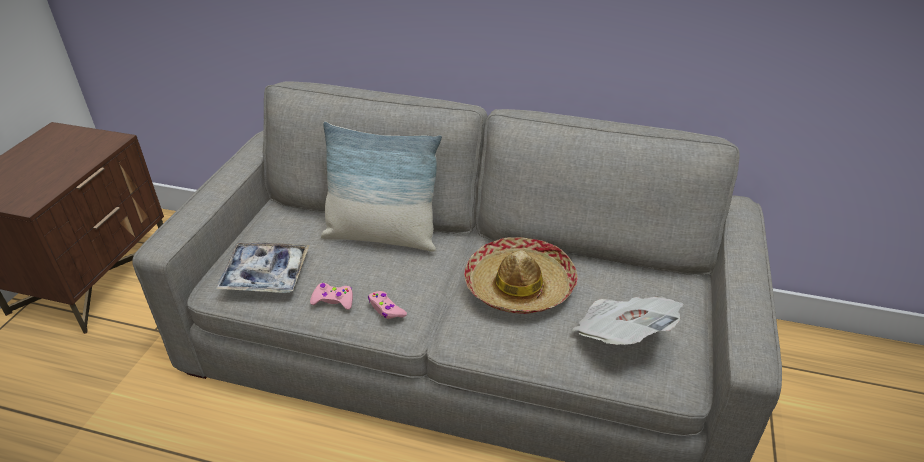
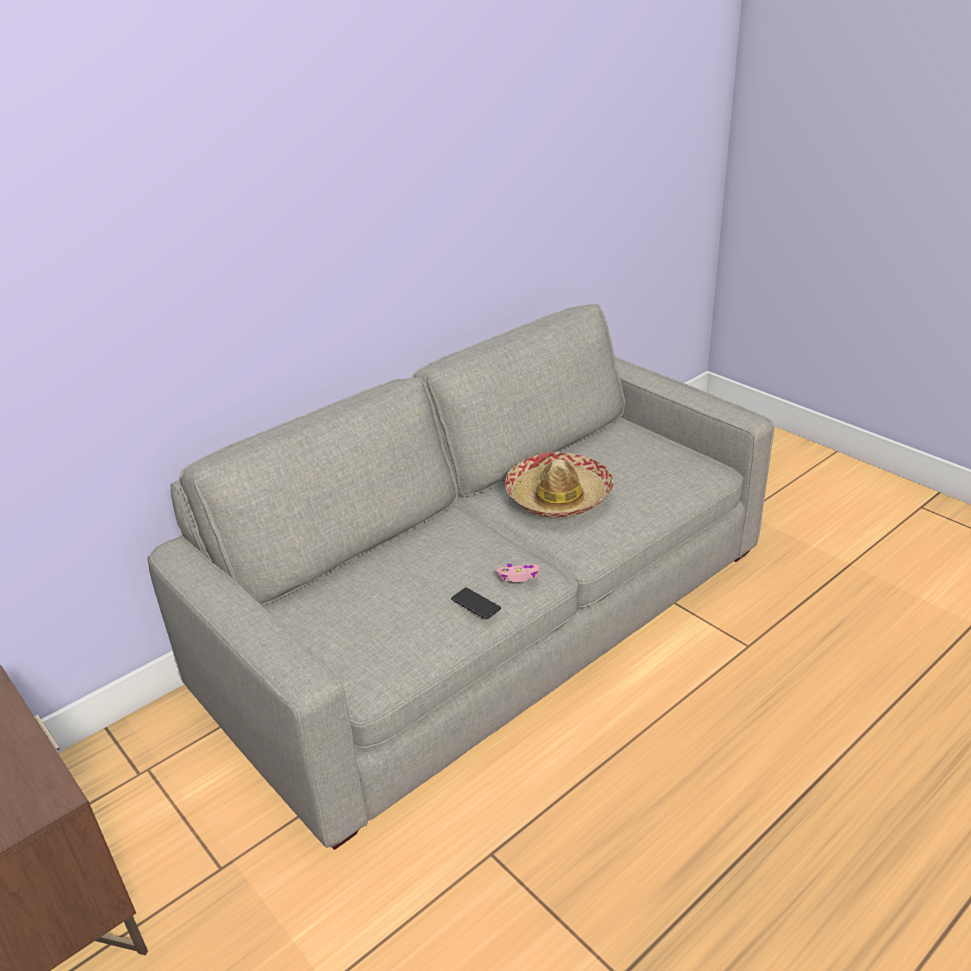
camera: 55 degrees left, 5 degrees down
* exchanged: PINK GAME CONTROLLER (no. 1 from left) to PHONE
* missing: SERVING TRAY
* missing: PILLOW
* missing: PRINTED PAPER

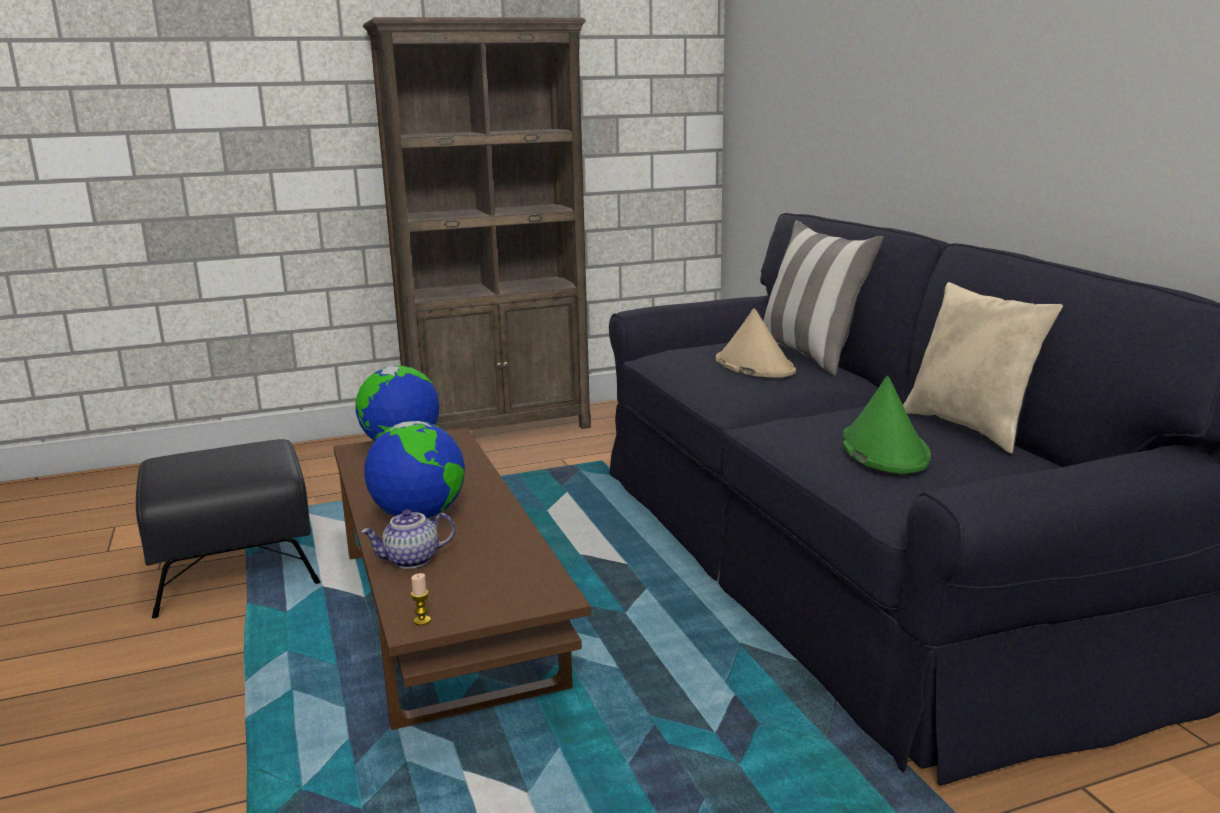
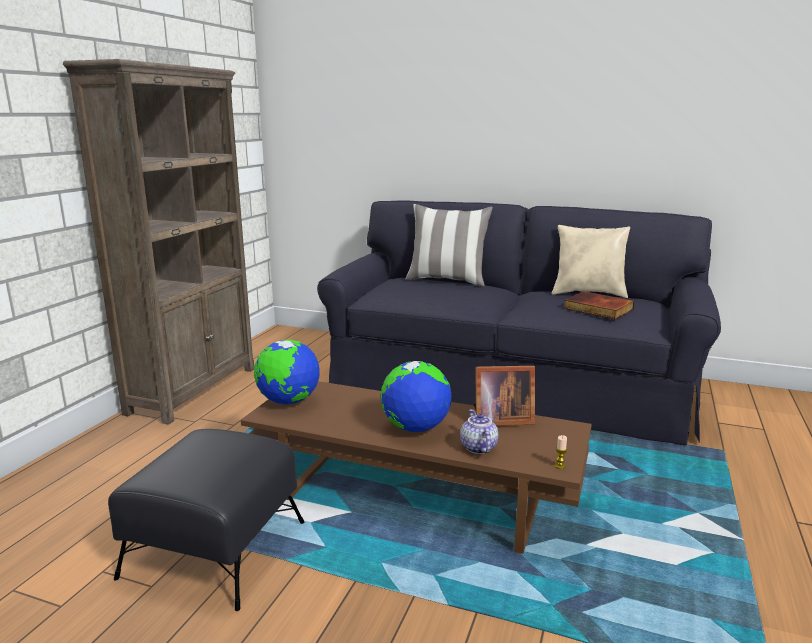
camera: 50 degrees left, 0 degrees up
* spun: TEA POT 150 degrees clockwise
* appeared: STANDING FRAME
* exchanged: GREEN-COLOURED HAT to BOOK
* missing: BEIGE-COLOURED HAT

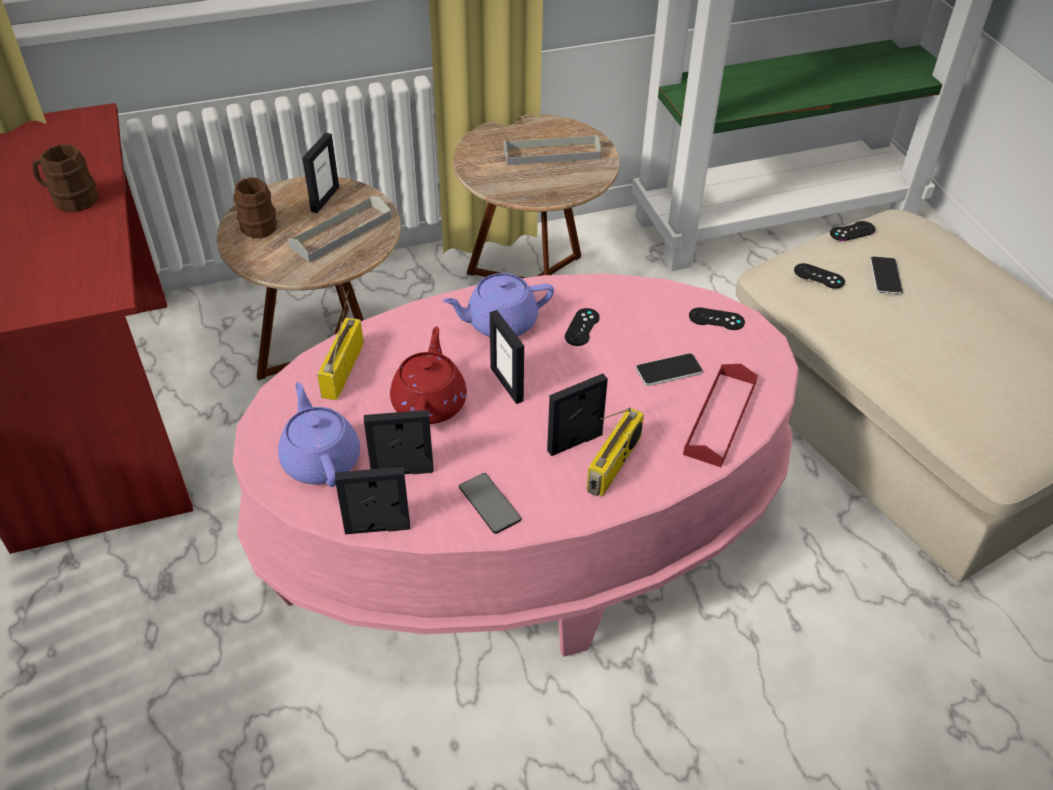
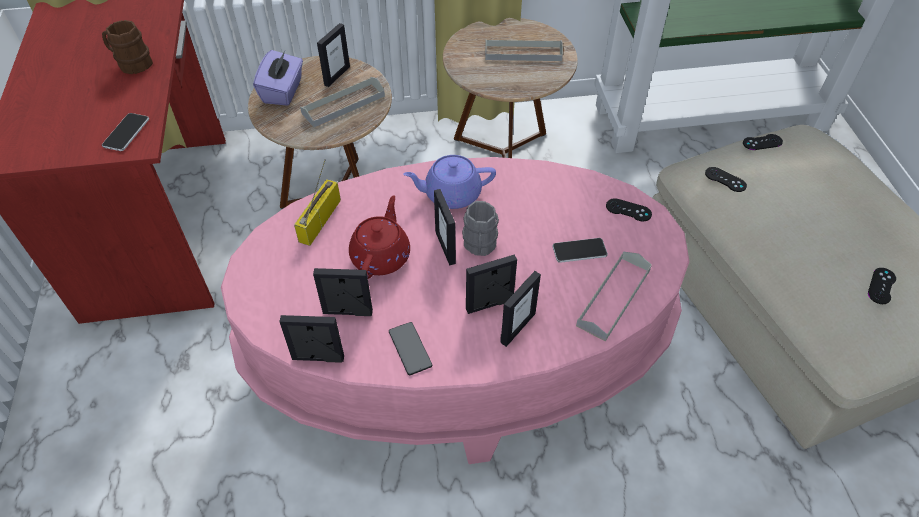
camera: 10 degrees right, 5 degrees up
* relocated: PHONE (no. 3 from left in the first image) to PHONE (no. 1 from left)
* exchanged: BROWN-COLOURED COFFEE MUG (no. 2 from left) to PURPLE-COLOURED BOX OF TISSUES
* appeared: GREYISH COFFEE MUG
* exchanged: RADIO (no. 2 from left) to STANDING FRAME (no. 6 from left)
* colour: REDDISH SERVING TRAY to GREYISH SERVING TRAY (no. 3 from left)
* relocated: BLACKISH GAME CONTROLLER (no. 1 from left in the first image) to BLACKISH GAME CONTROLLER (no. 4 from left)
* missing: PURPLE-COLOURED TEA POT (no. 1 from left)

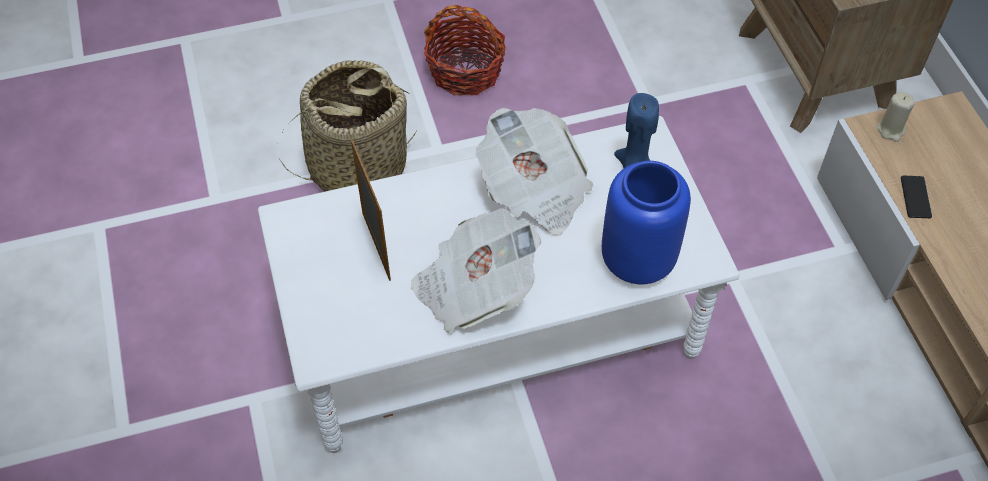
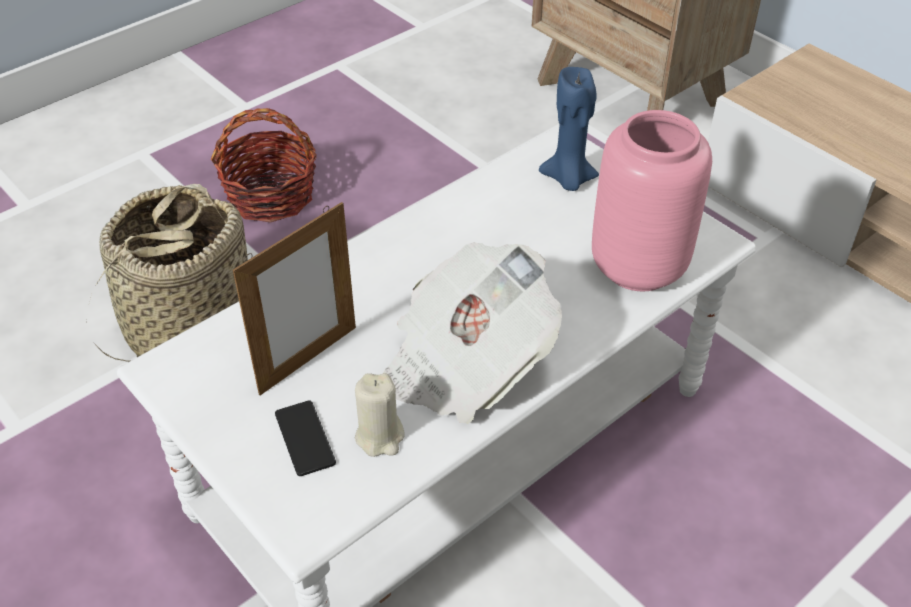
camera: 25 degrees left, 10 degrees down
* spun: STANDING FRAME 90 degrees clockwise
* relocated: PHONE
* relocated: BEIGE-COLOURED WAX CANDLE
* colour: BLUE-COLOURED FLOWER VASE to PINK FLOWER VASE
* missing: PRINTED PAPER (no. 2 from left)

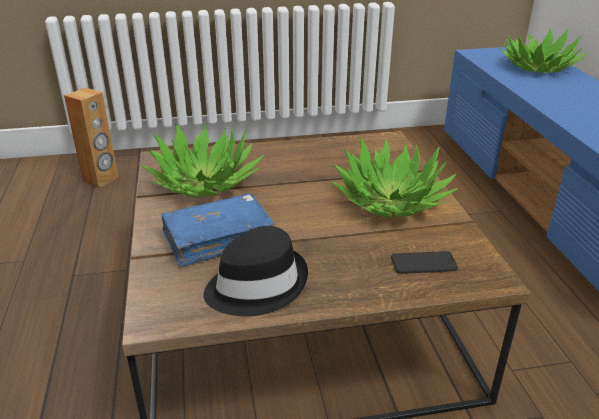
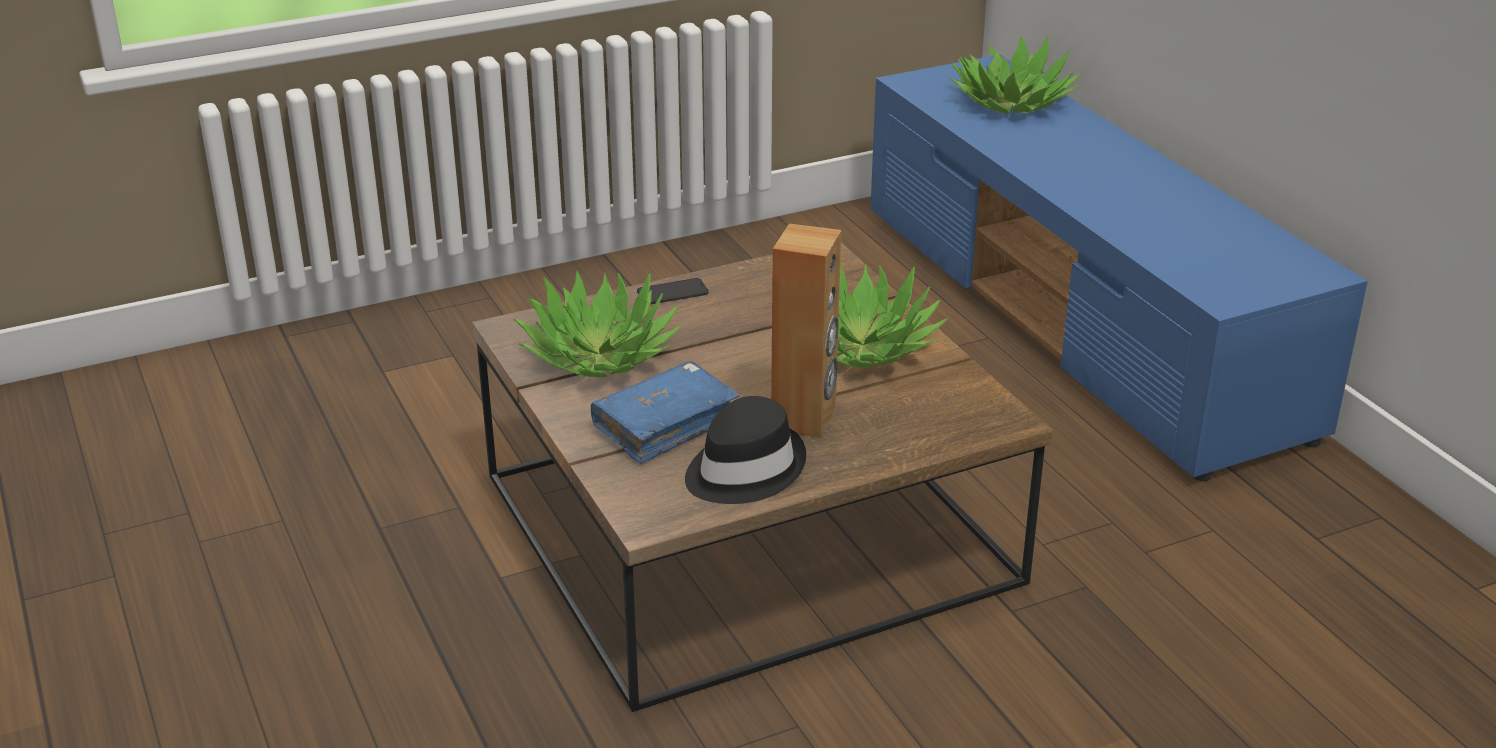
camera: 15 degrees left, 0 degrees up
* relocated: PHONE
* relocated: BROWN-COLOURED AUDIO SPEAKER

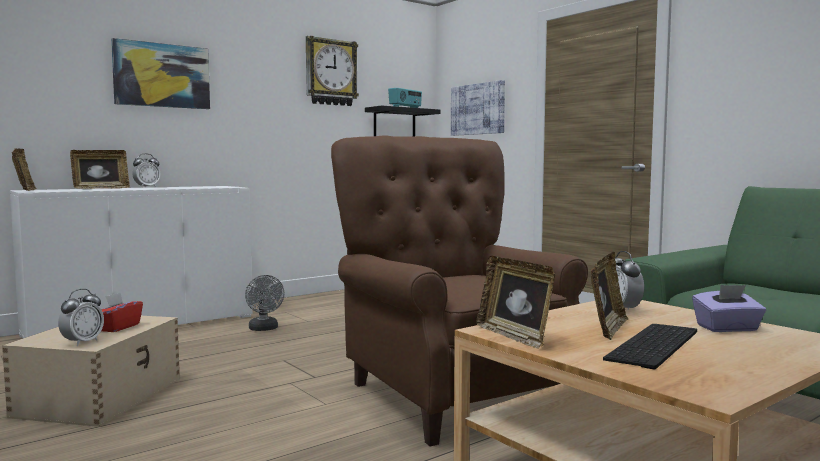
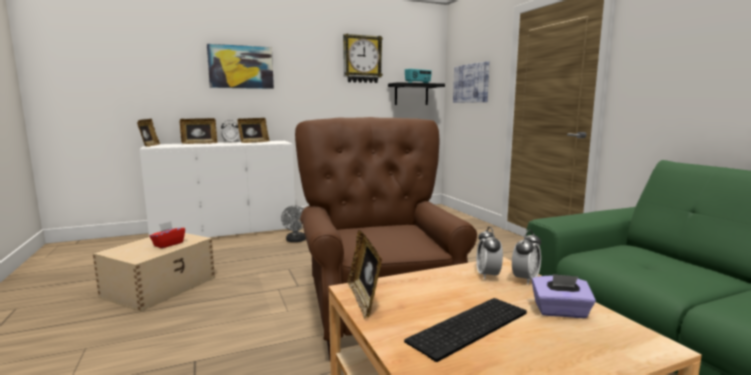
camera: 15 degrees right, 5 degrees up
* relocated: STANDING FRAME (no. 4 from left in the first image) to STANDING FRAME (no. 3 from left)
* relocated: ALARM CLOCK (no. 1 from left in the first image) to ALARM CLOCK (no. 3 from left)

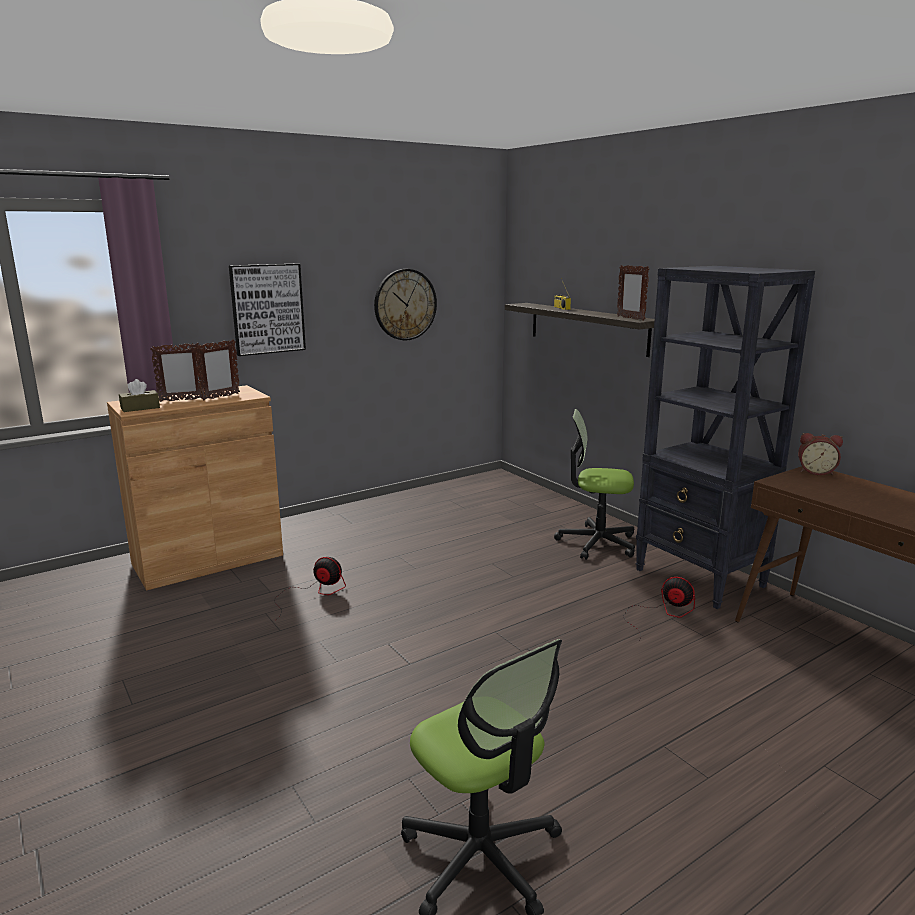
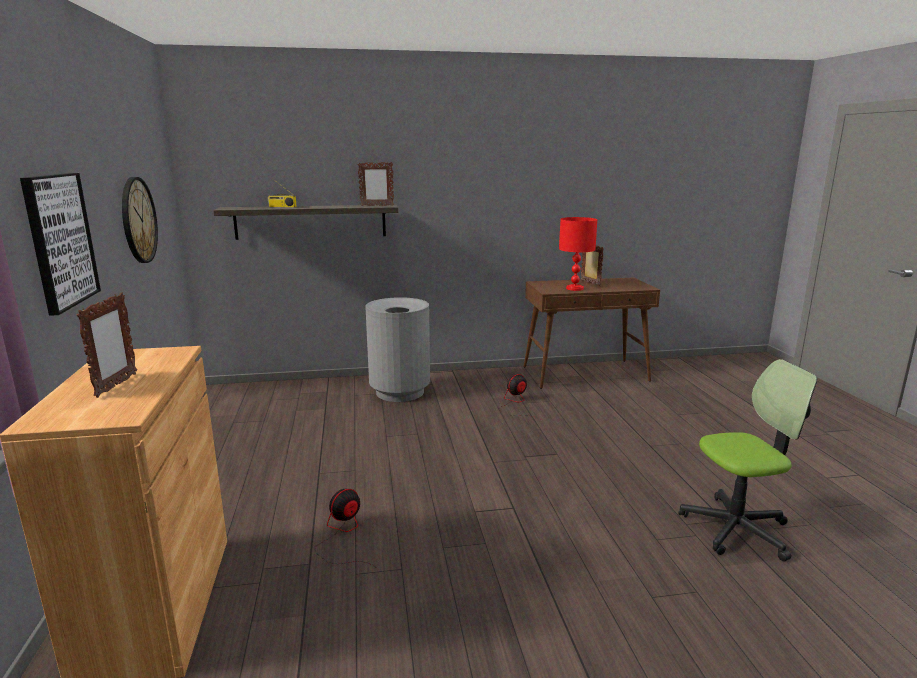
camera: 65 degrees left, 0 degrees up
* exchanged: DESK CHAIR (no. 2 from left) to GREYISH RUBBISH BIN
* appeared: REDDISH TABLE LAMP
* relocated: STANDING FRAME (no. 2 from left in the first image) to STANDING FRAME (no. 3 from left)
* missing: BROWN-COLOURED BOX OF TISSUES
* missing: BLACKISH SHELVING UNIT
* missing: ALARM CLOCK

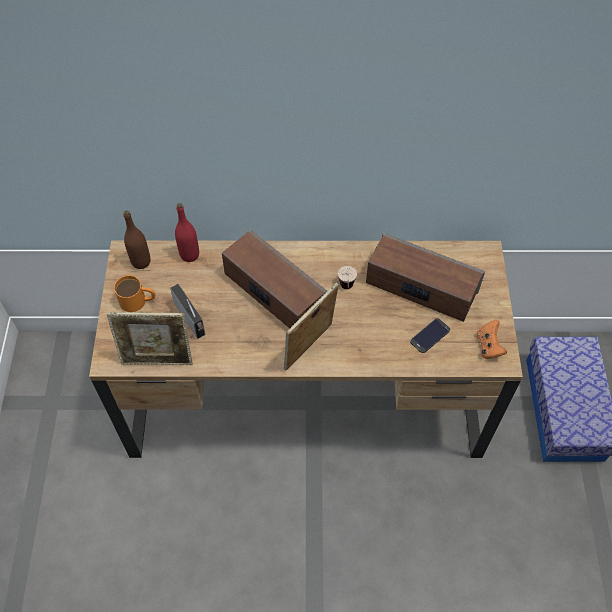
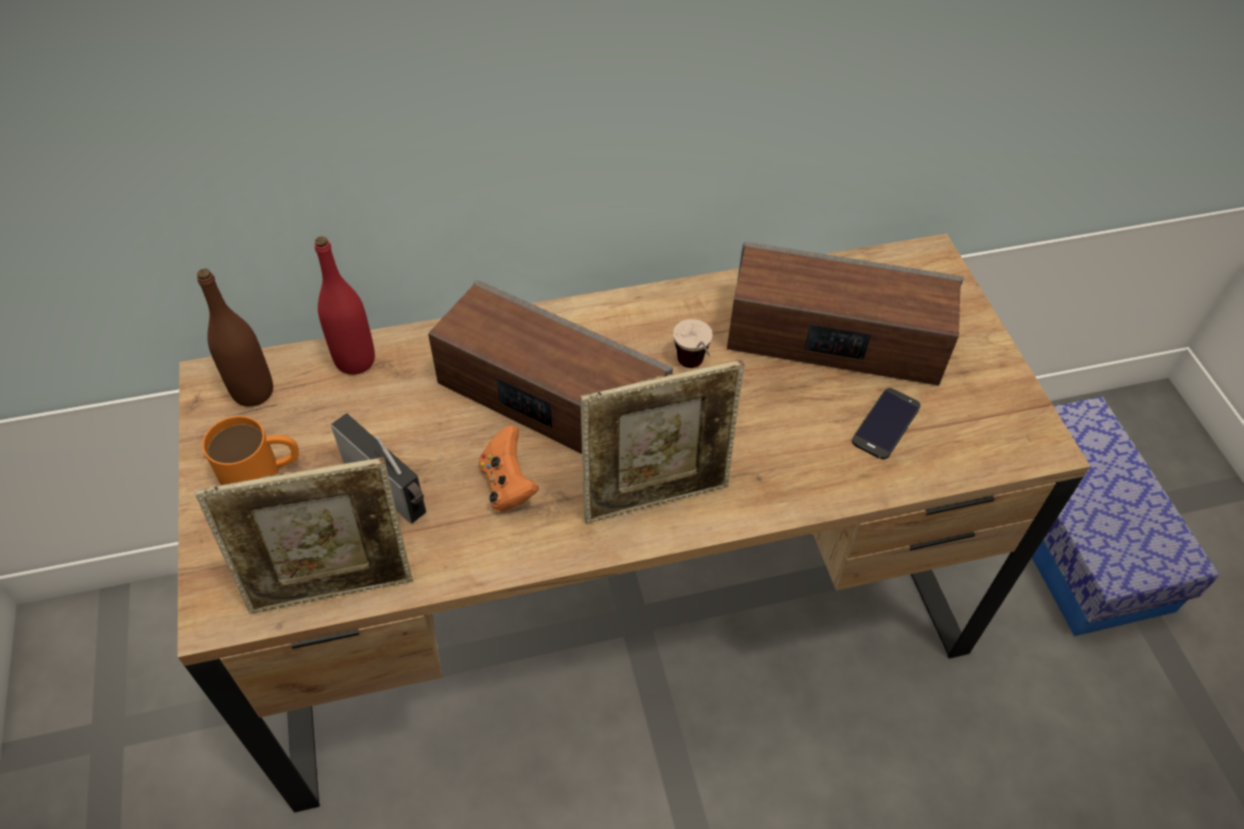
camera: 15 degrees left, 5 degrees down
* relocated: ORANGEY GAME CONTROLLER
* spun: STANDING FRAME (no. 2 from left) 135 degrees counterclockwise

